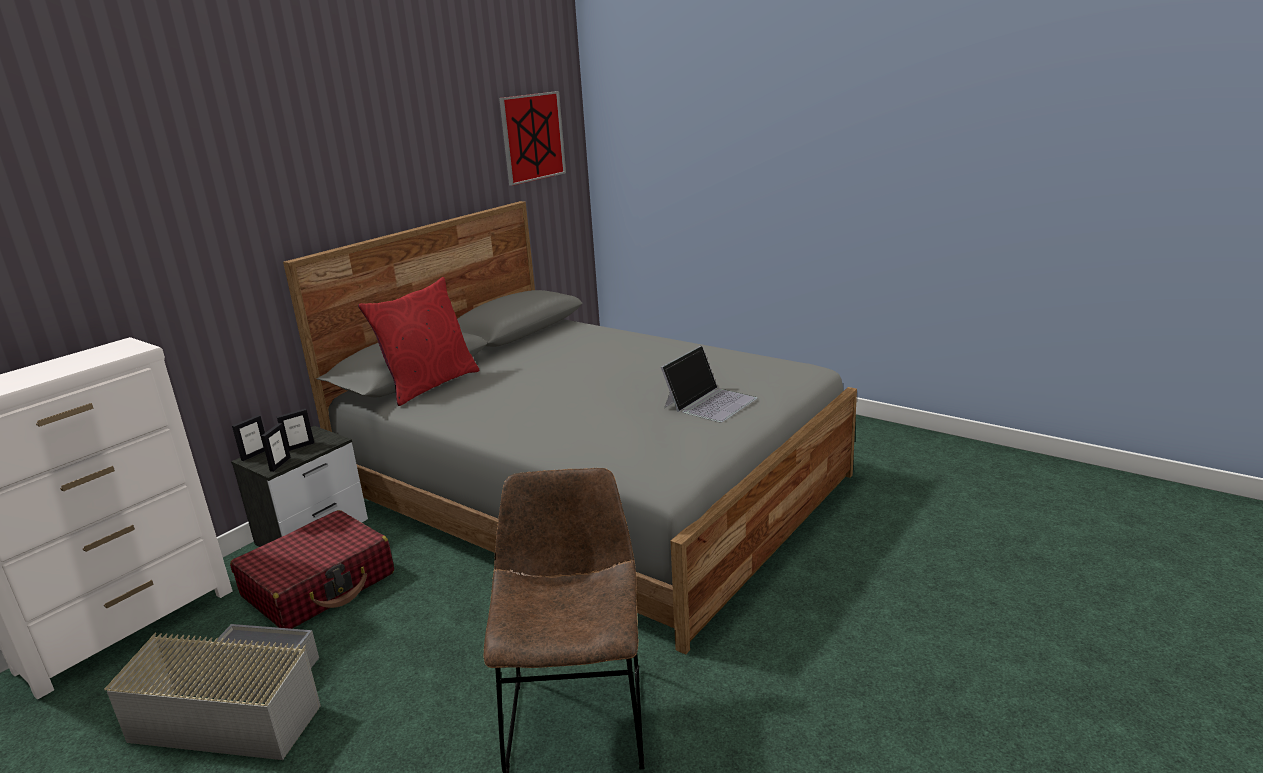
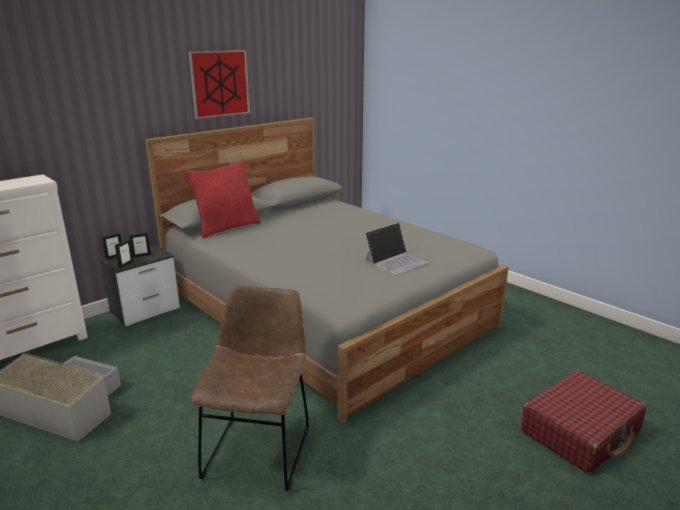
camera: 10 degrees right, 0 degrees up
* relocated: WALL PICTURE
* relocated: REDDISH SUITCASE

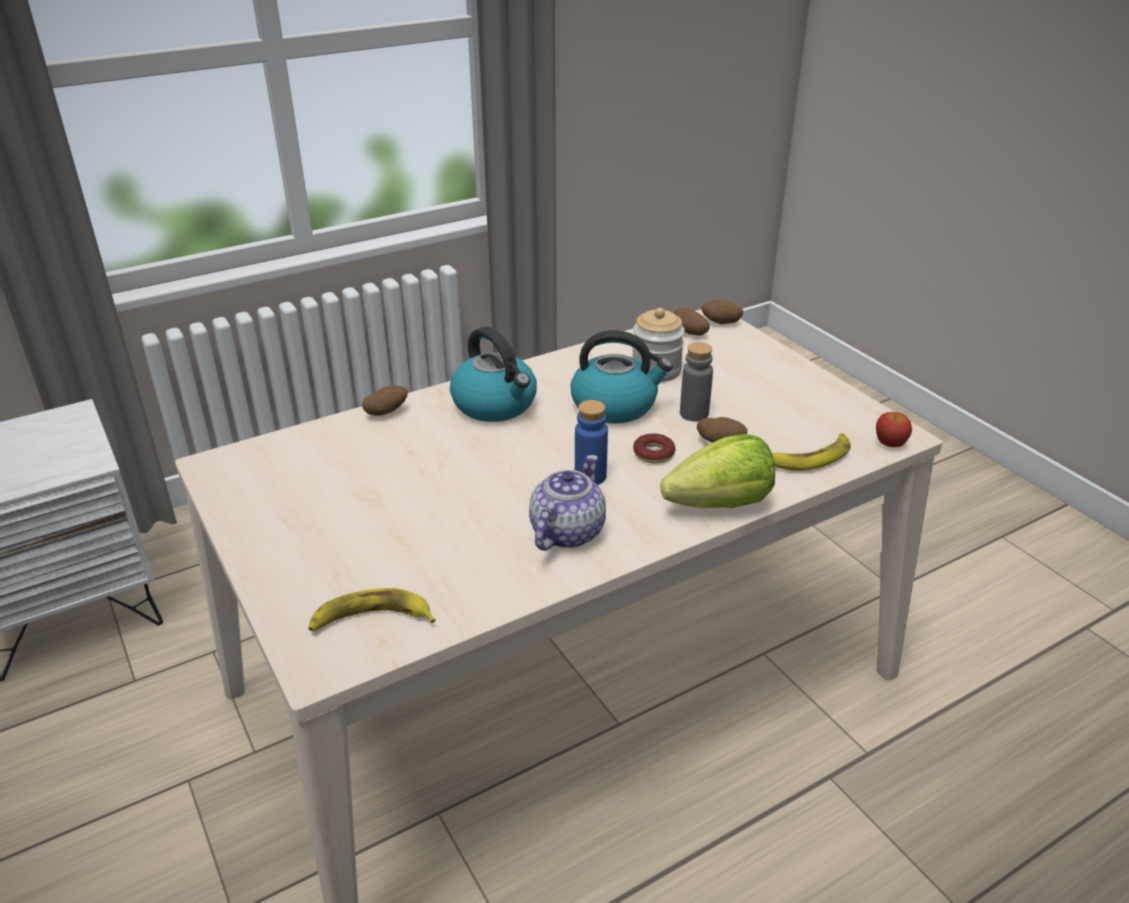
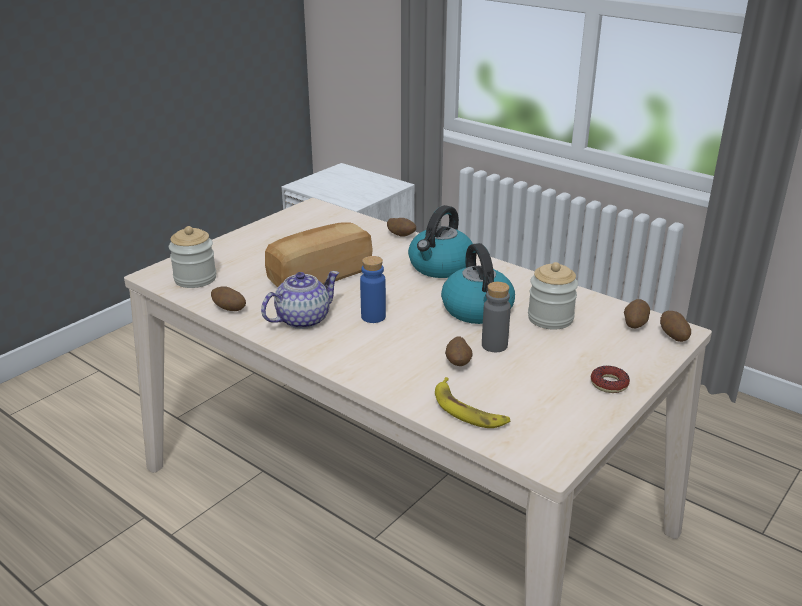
camera: 70 degrees right, 5 degrees down
* exchanged: BANANA (no. 1 from left) to JAR (no. 1 from left)
* appeared: POTATO (no. 1 from left)
* spun: TEA POT 45 degrees counterclockwise
* appeared: BREAD
* relocated: DONUT
* missing: LETTUCE HEAD
* missing: APPLE FRUIT

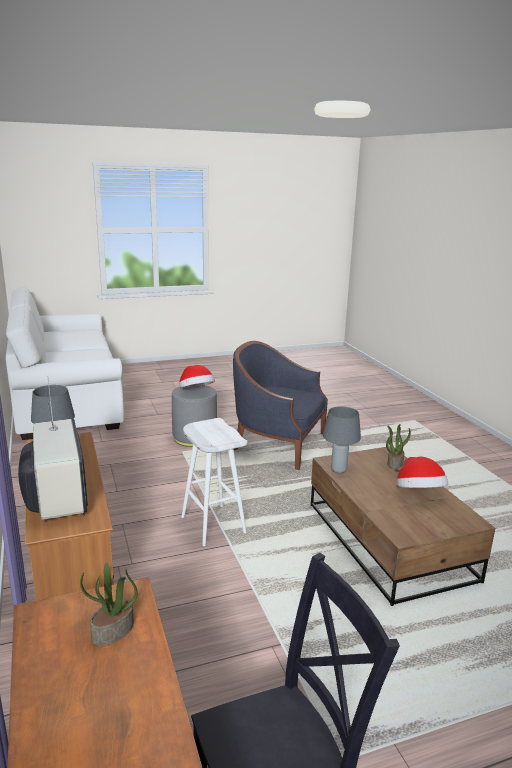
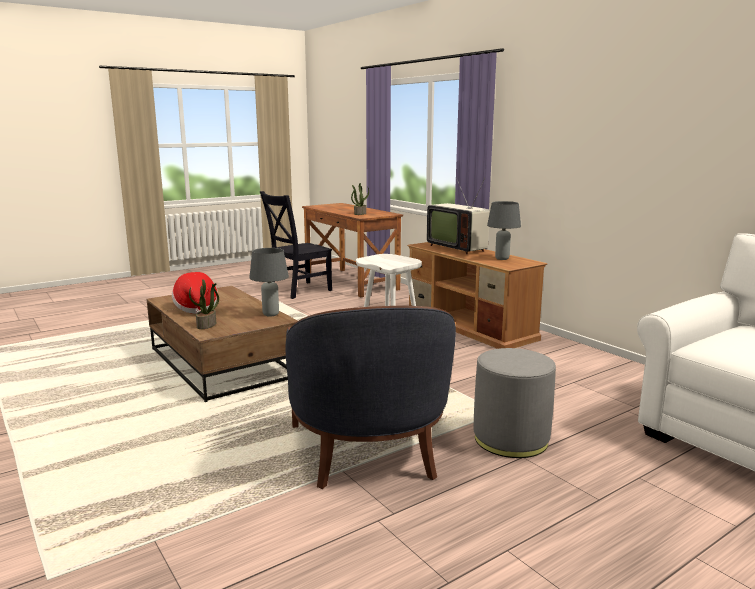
camera: 165 degrees right, 5 degrees down
* spun: BLUE-COLOURED EASY CHAIR 75 degrees clockwise
* missing: HAT (no. 1 from left)

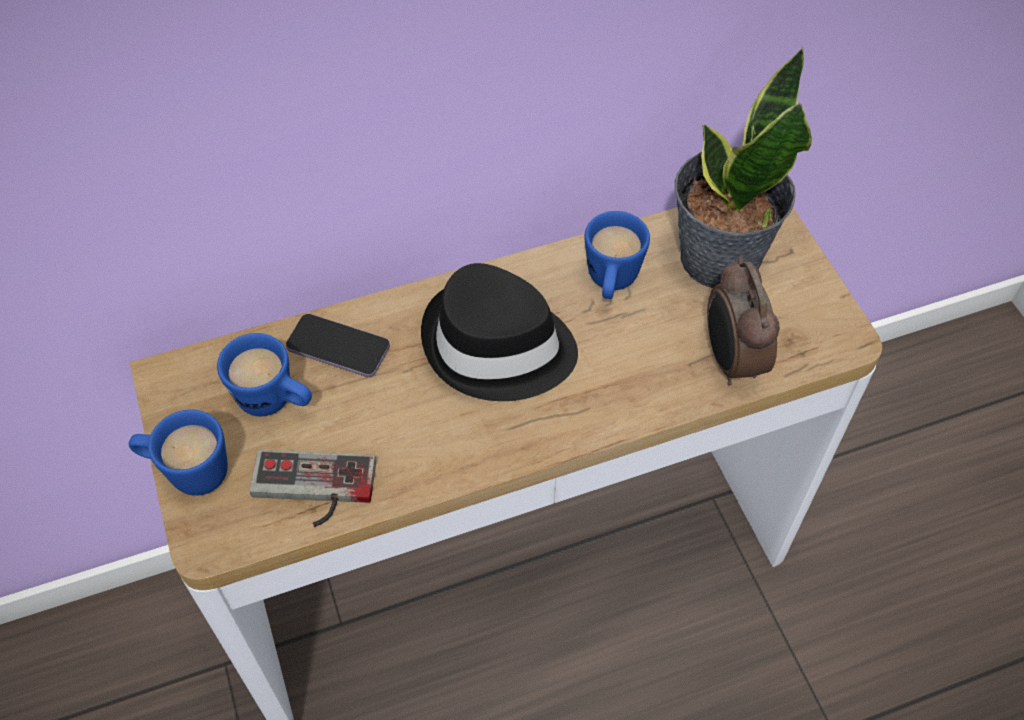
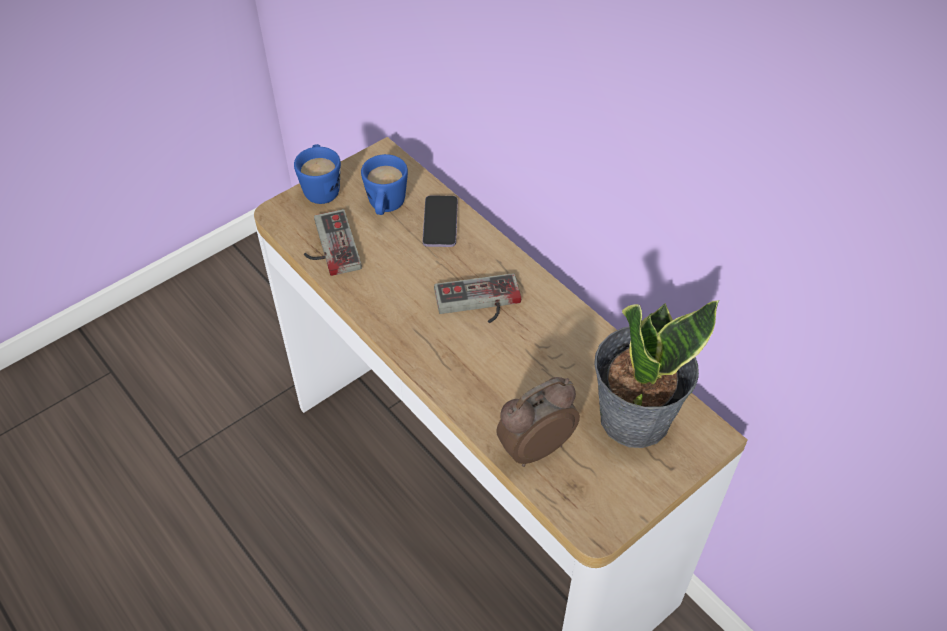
camera: 70 degrees right, 5 degrees down
* exchanged: BLACKISH HAT to GAME CONTROLLER (no. 2 from left)
* missing: BLUE-COLOURED COFFEE MUG (no. 3 from left)

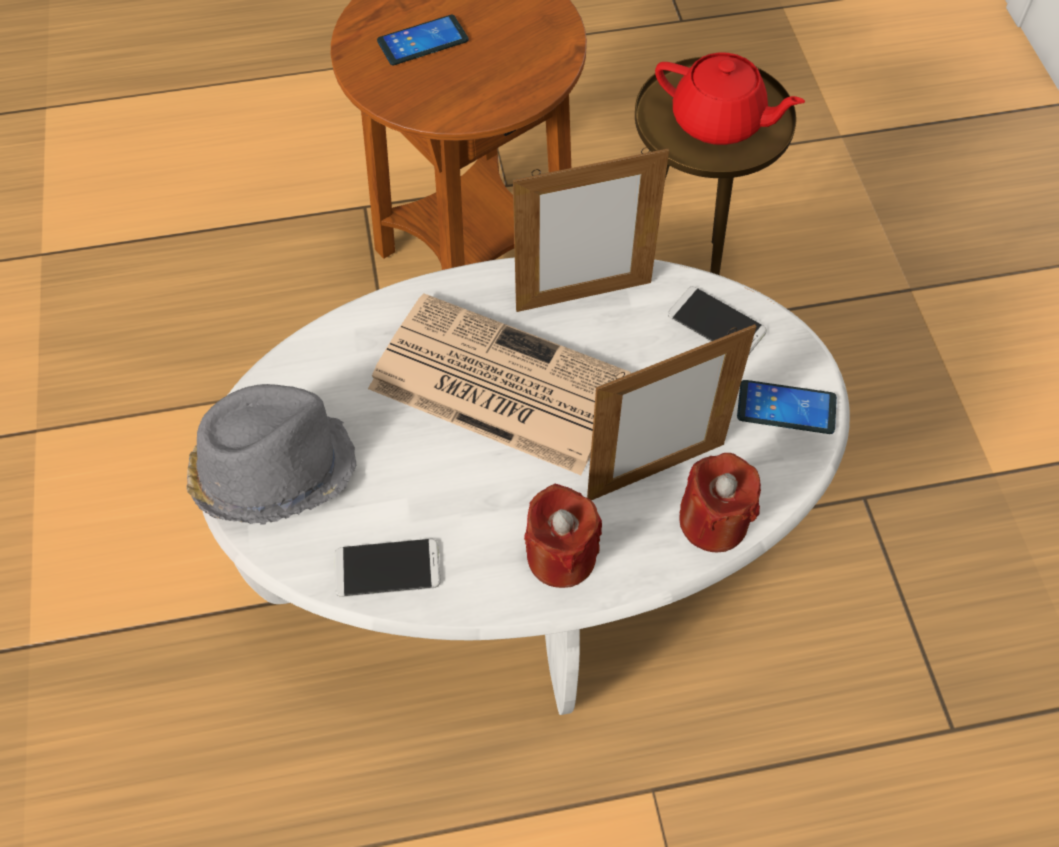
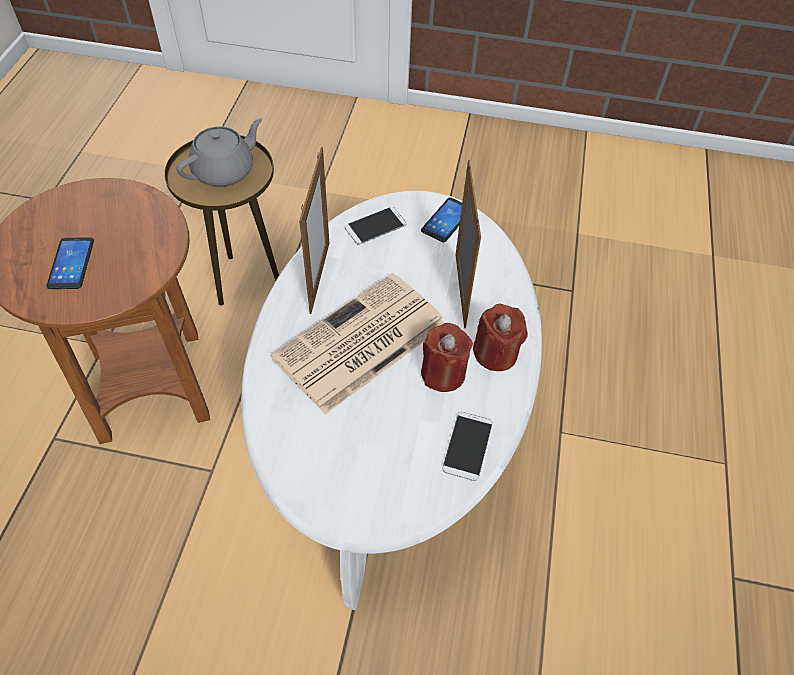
camera: 70 degrees left, 5 degrees down
* colour: REDDISH TEA POT to GREYISH TEA POT
* relocated: REDDISH WAX CANDLE (no. 2 from left in the first image) to REDDISH WAX CANDLE (no. 1 from left)
* missing: GREYISH HAT

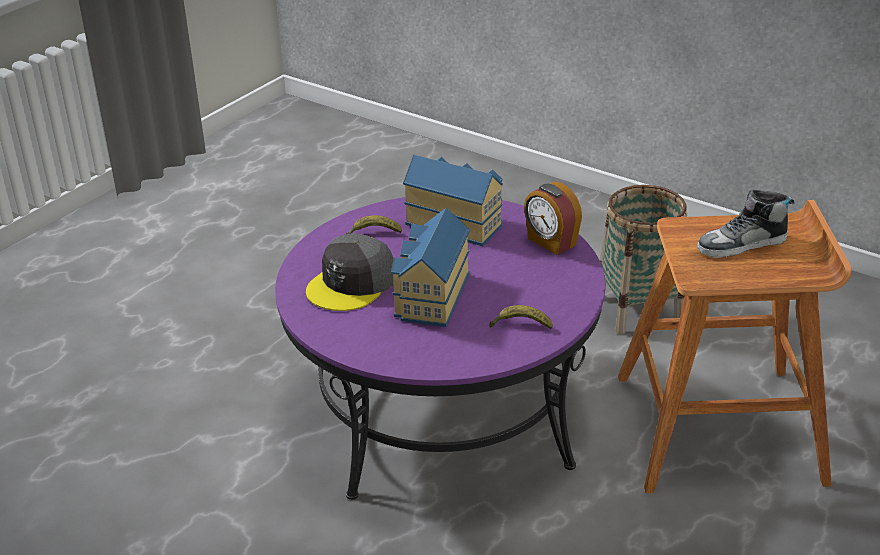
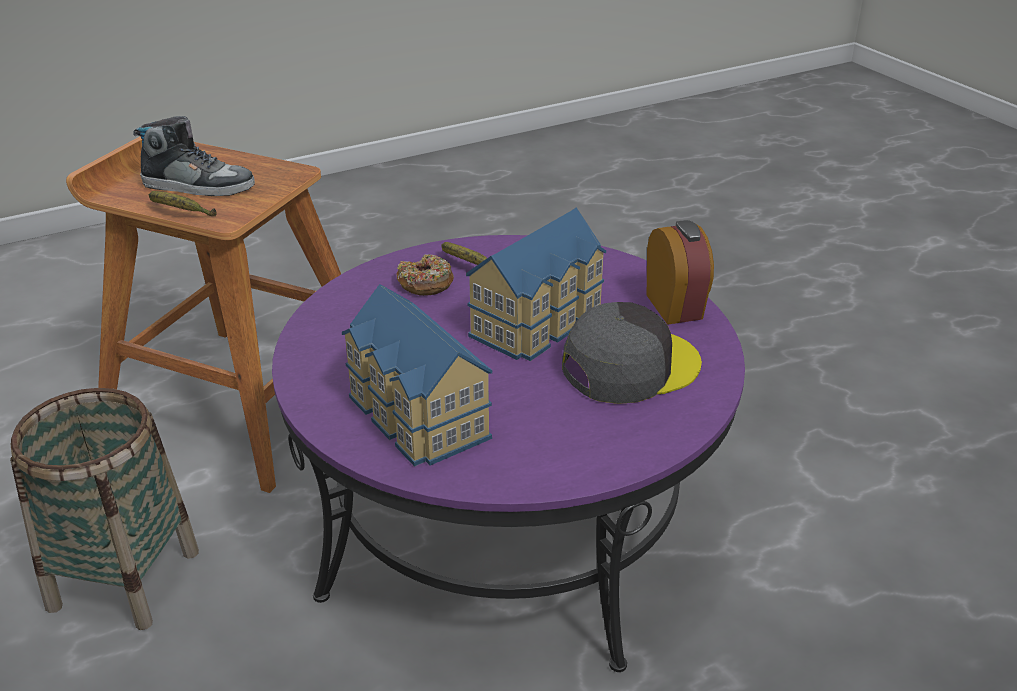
camera: 155 degrees left, 0 degrees up
* relocated: BANANA (no. 1 from left)
* appeared: DONUT
* relocated: ALARM CLOCK

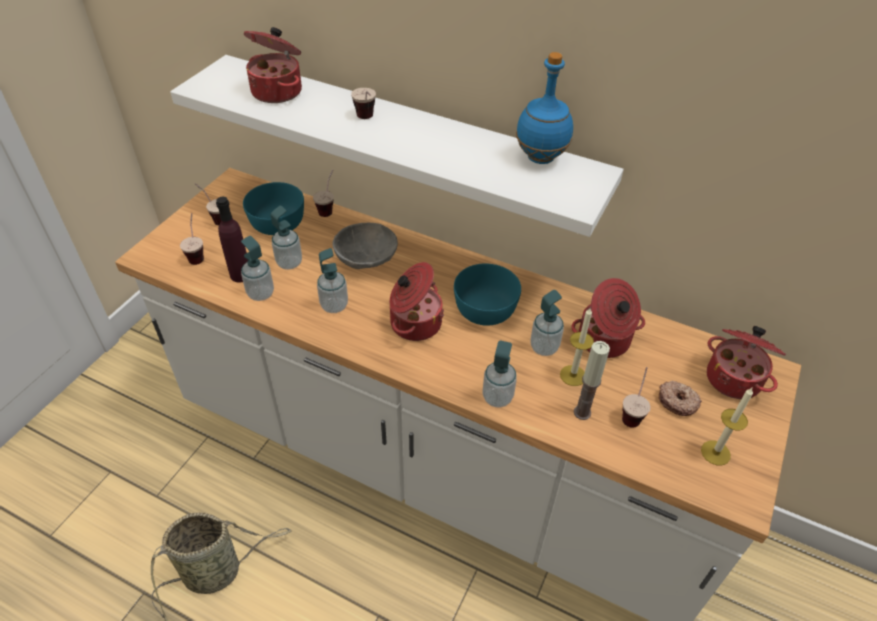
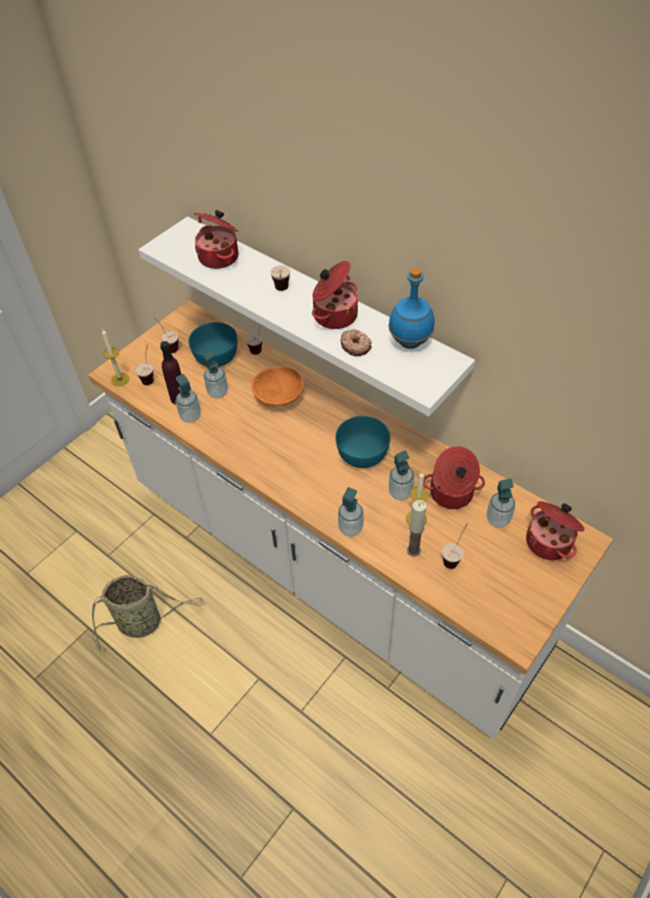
camera: 15 degrees right, 5 degrees up
* relocated: WAX CANDLE (no. 3 from left in the first image) to WAX CANDLE (no. 1 from left)
* colour: GREYISH DEEP DISH to ORANGEY DEEP DISH
* relocated: STOCKPOT (no. 2 from left)
* relocated: DONUT
* relocated: LIQUID SOAP BOTTLE (no. 3 from left in the first image) to LIQUID SOAP BOTTLE (no. 5 from left)

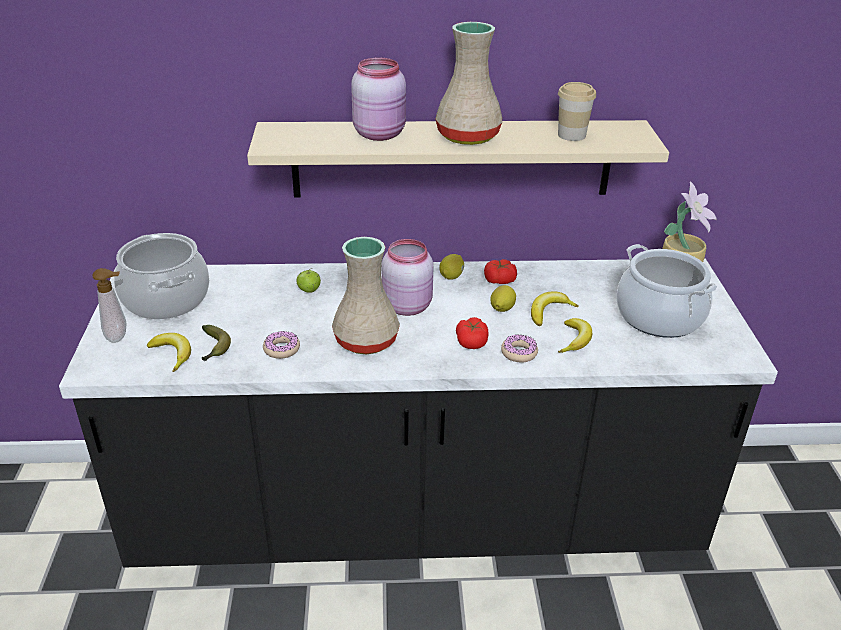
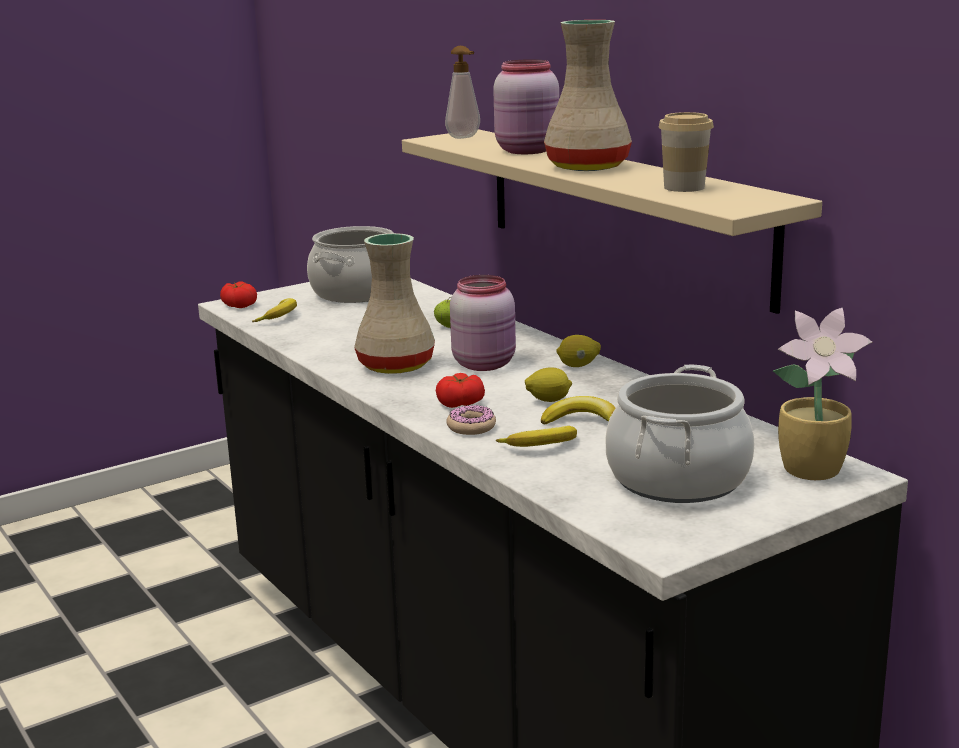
camera: 60 degrees right, 15 degrees down
* relocated: TOMATO (no. 2 from left in the first image) to TOMATO (no. 1 from left)
* relocated: LIQUID SOAP BOTTLE
* missing: BANANA (no. 2 from left)
* missing: DONUT (no. 1 from left)

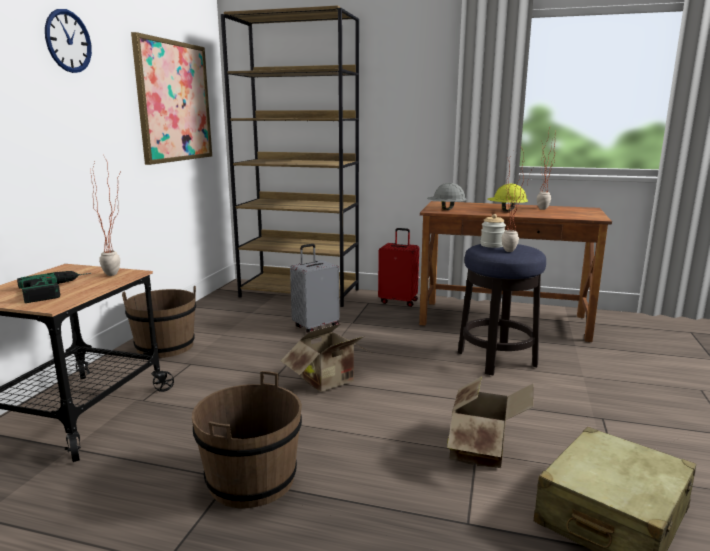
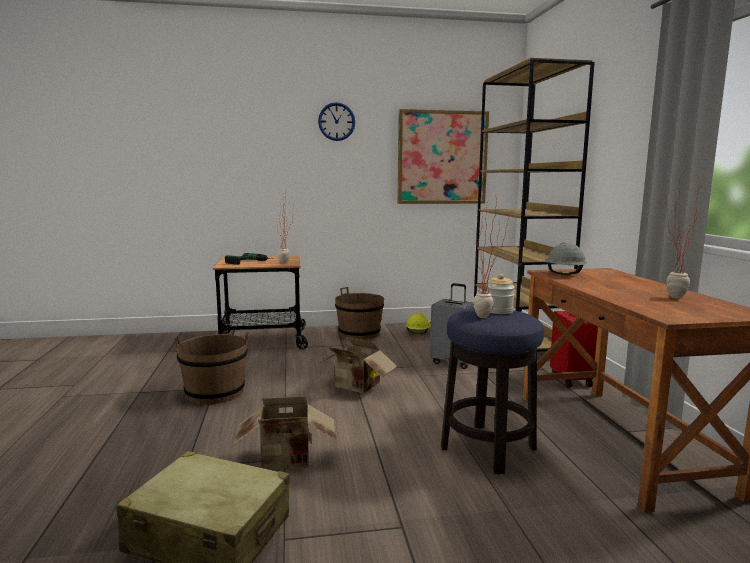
camera: 65 degrees right, 5 degrees down
* relocated: YELLOW-COLOURED WORK HELMET

